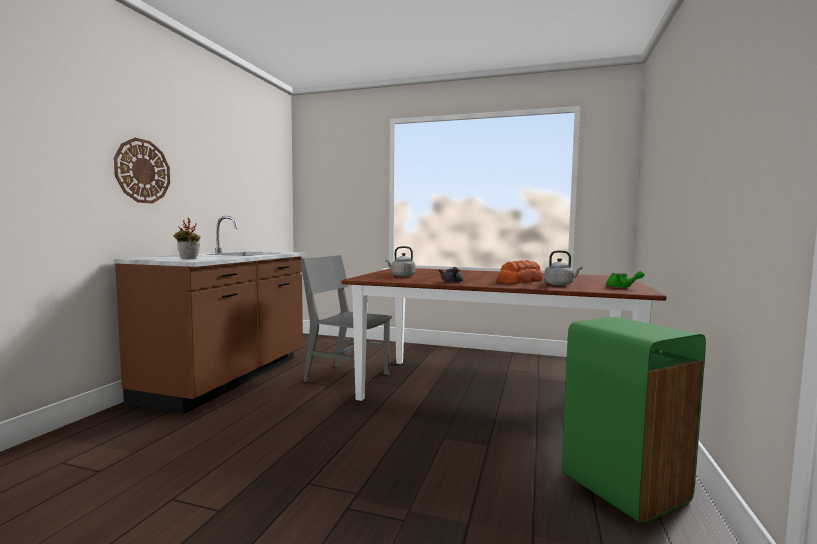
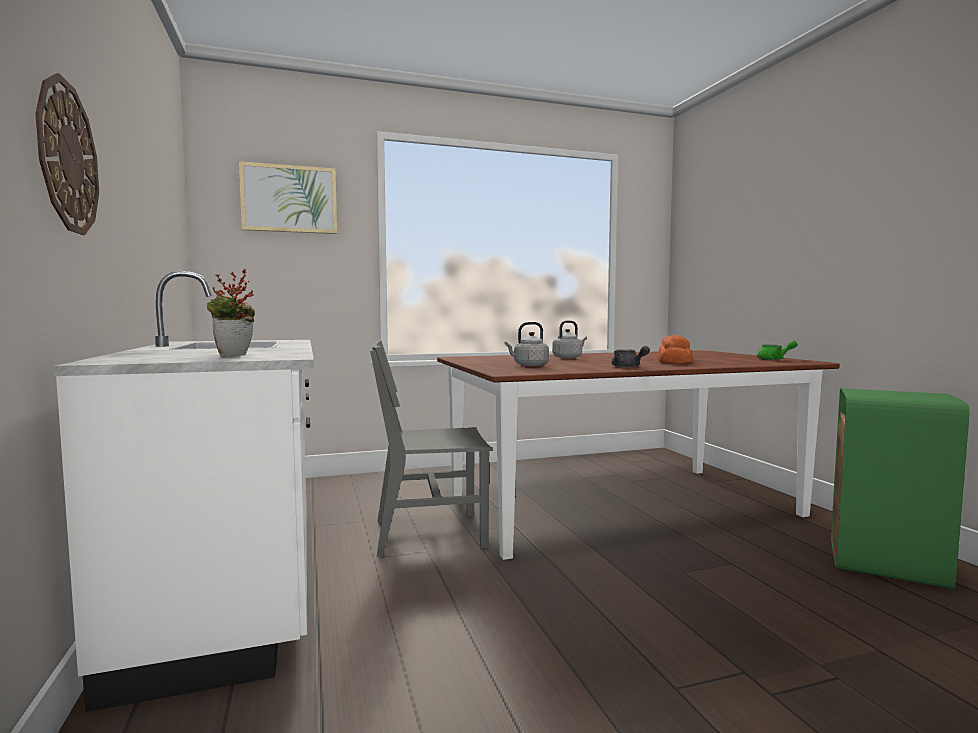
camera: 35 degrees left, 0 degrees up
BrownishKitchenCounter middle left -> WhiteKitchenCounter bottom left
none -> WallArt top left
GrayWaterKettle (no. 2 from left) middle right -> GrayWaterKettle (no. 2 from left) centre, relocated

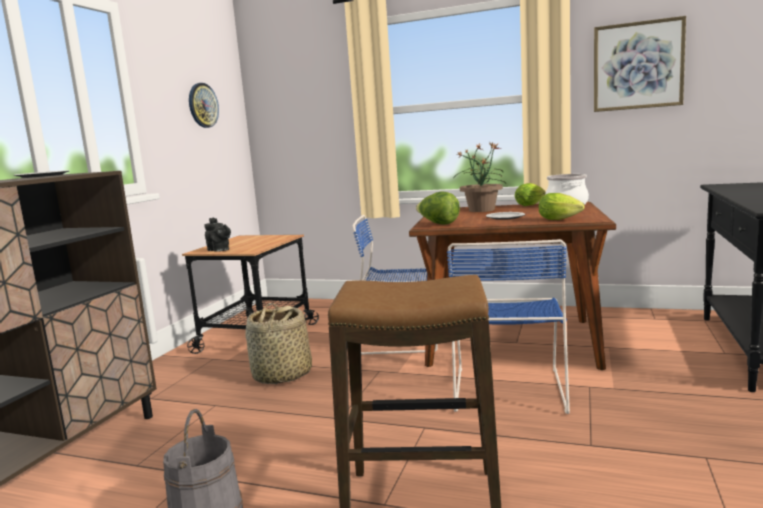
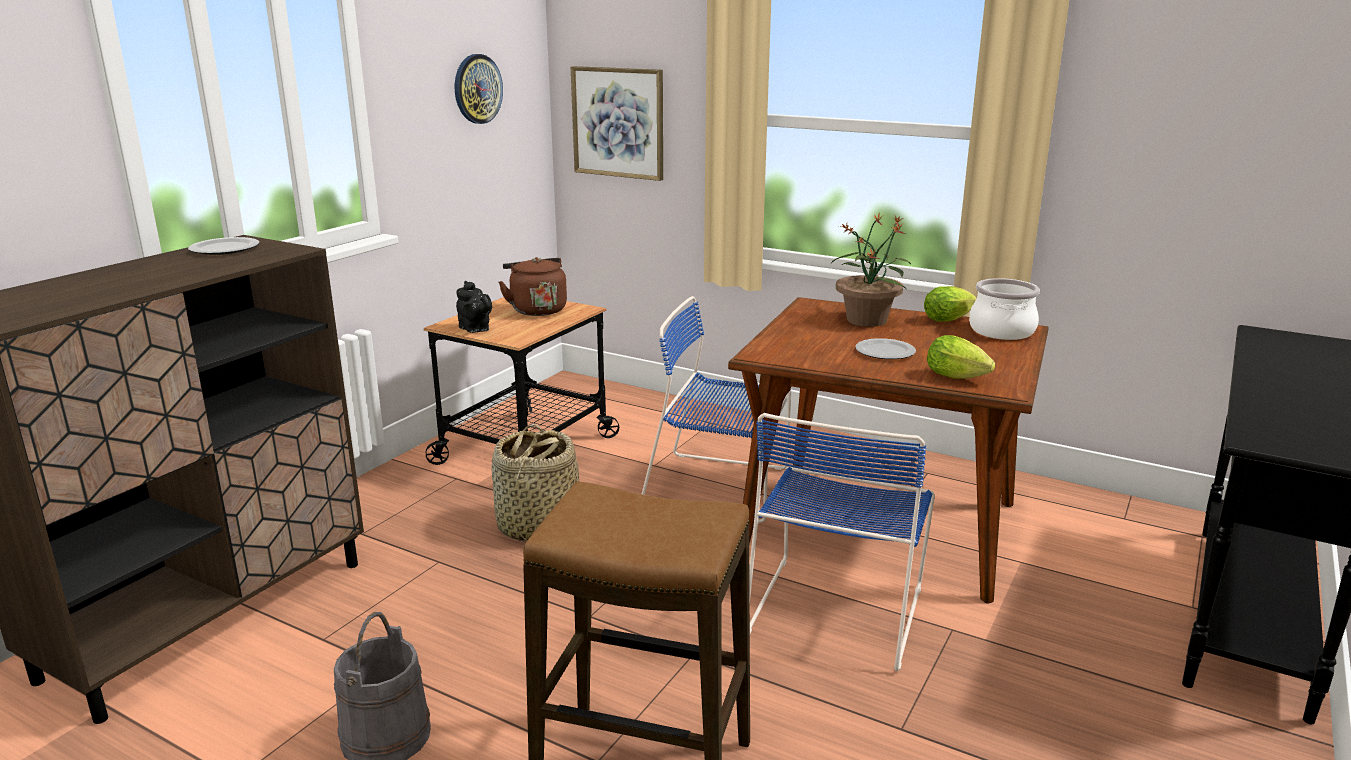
camera: 10 degrees right, 10 degrees up
none -> BrownishWaterKettle centre
WallArt top right -> WallArt top centre, relocated
LettuceHead (no. 1 from left) centre -> none

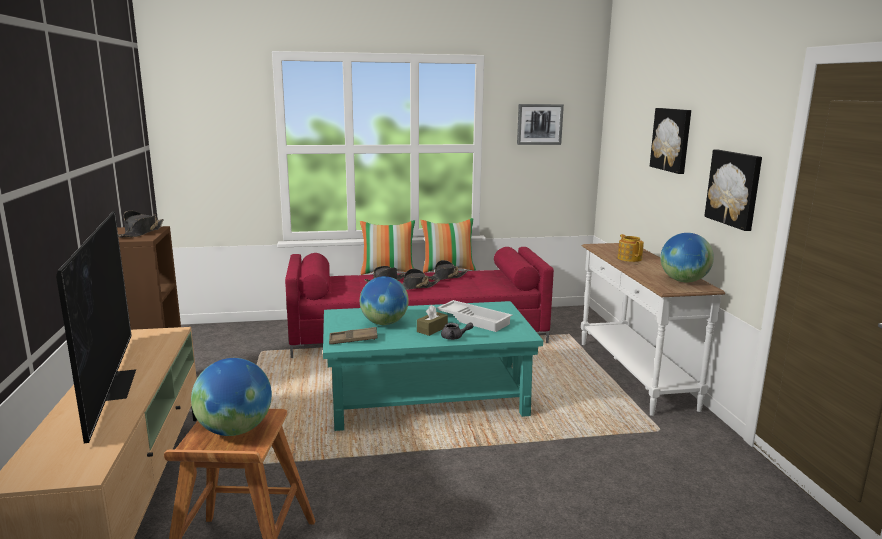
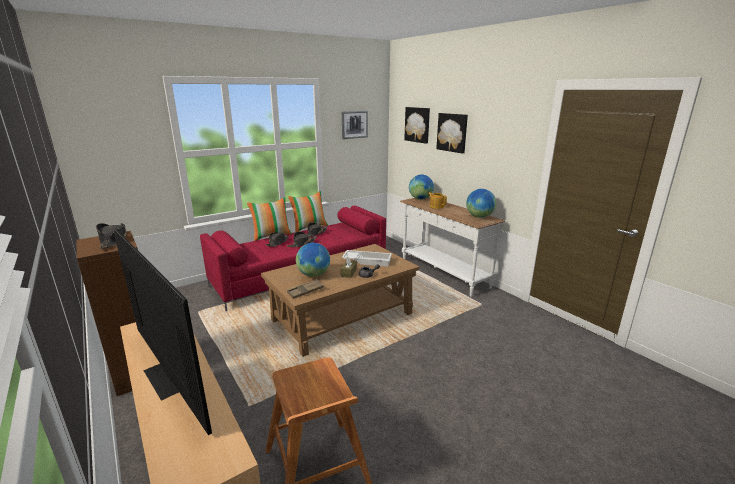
camera: 25 degrees left, 5 degrees up
TurquoiseColouredCoffeeTable bottom centre -> BrownishCoffeeTable centre
WallArt (no. 3 from left in the first image) middle right -> WallArt (no. 2 from left) top centre, relocated
Globe (no. 1 from left in the first image) bottom left -> Globe (no. 2 from left) centre, relocated

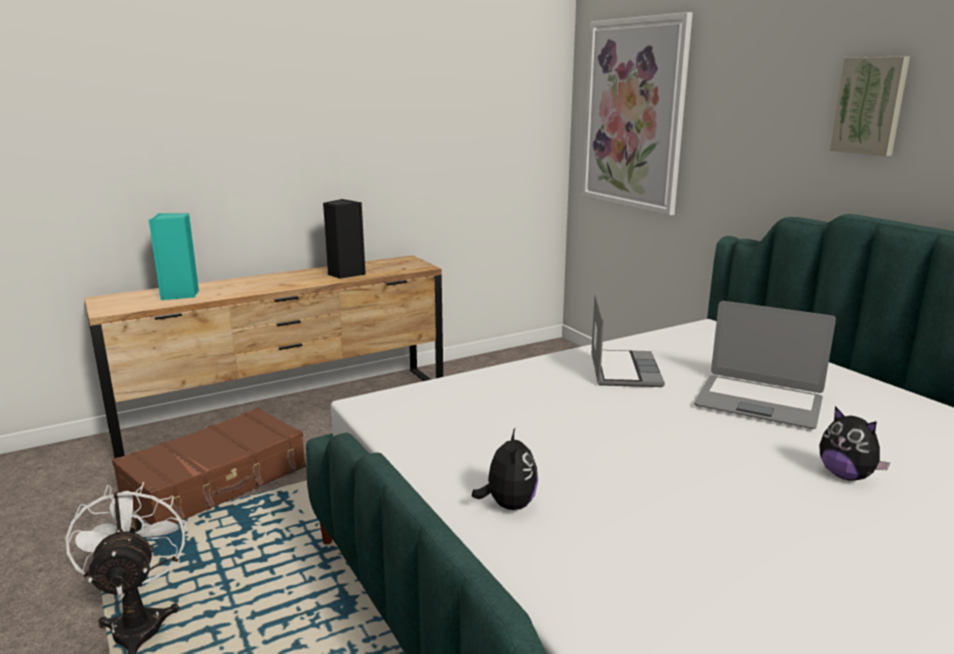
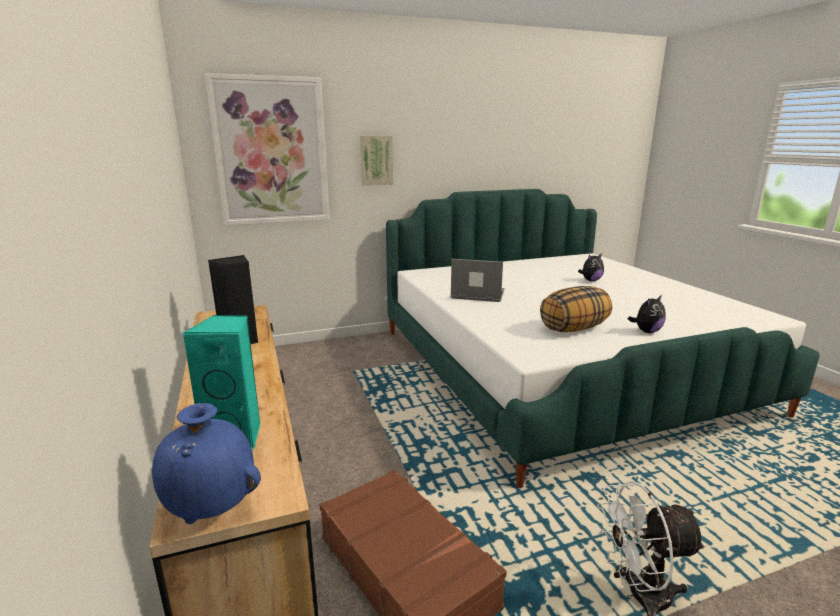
camera: 80 degrees left, 0 degrees up
none -> BlueColouredFlowerVase bottom left
WallArt (no. 2 from left) top right -> WallArt (no. 2 from left) top centre, relocated
none -> Cushion middle right
CuddlyToy (no. 1 from left in the first image) bottom centre -> CuddlyToy (no. 2 from left) middle right, 135 degrees clockwise
NotebookComputer (no. 2 from left) middle right -> none

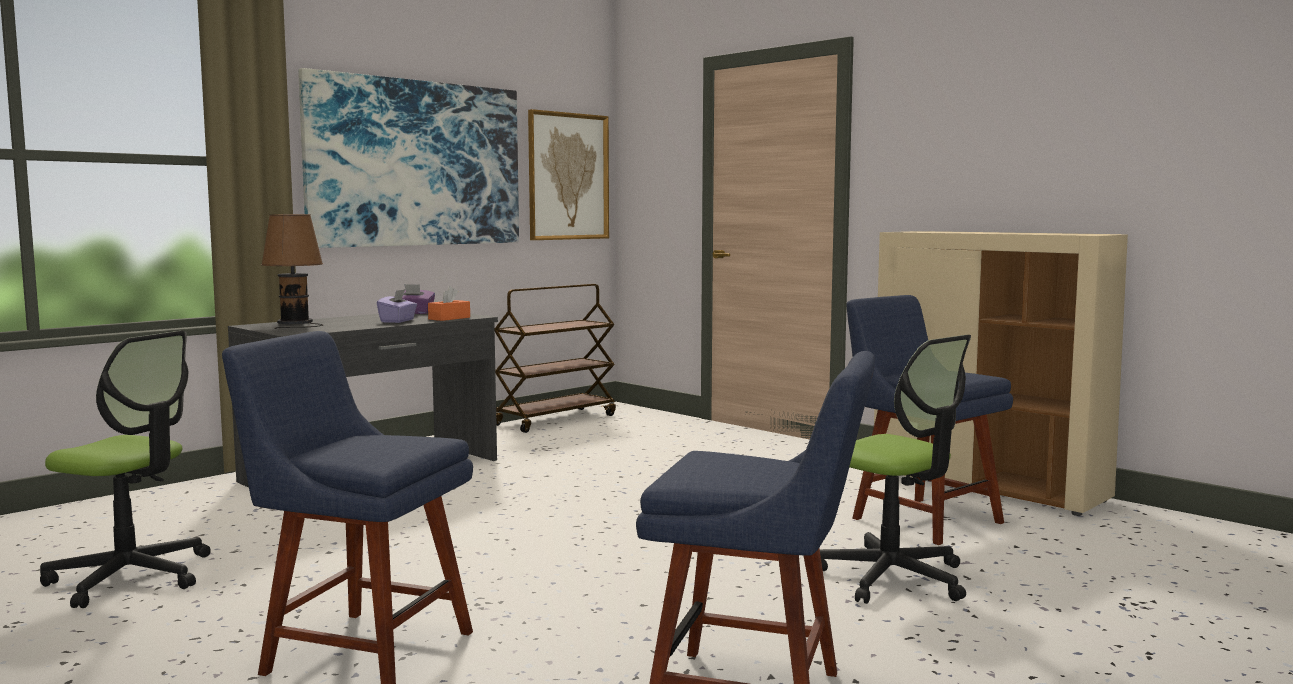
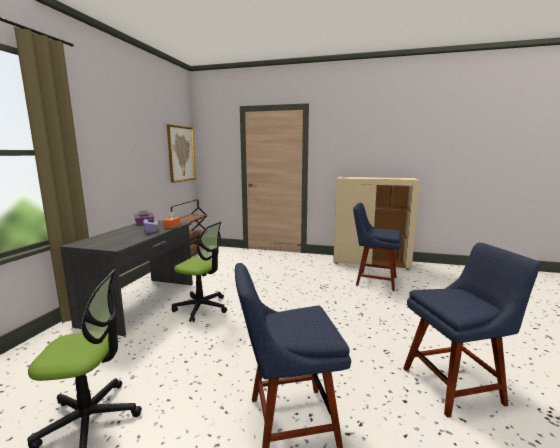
camera: 30 degrees left, 5 degrees up
OfficeChair (no. 2 from left) bottom right -> OfficeChair (no. 2 from left) centre, relocated
BrownishTabletopLamp middle left -> none
WallArt (no. 1 from left) top left -> none

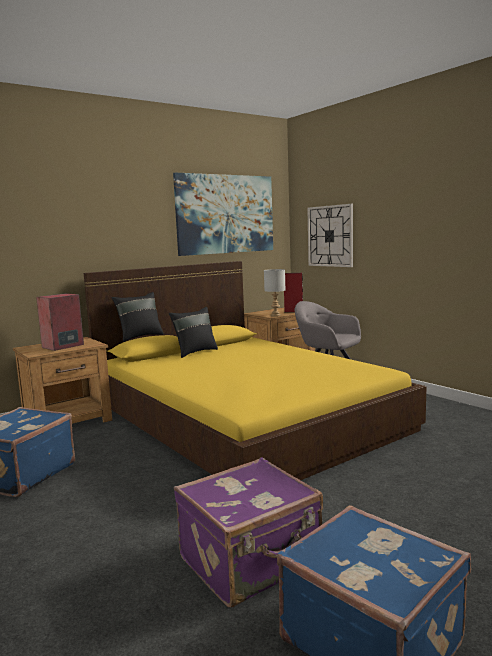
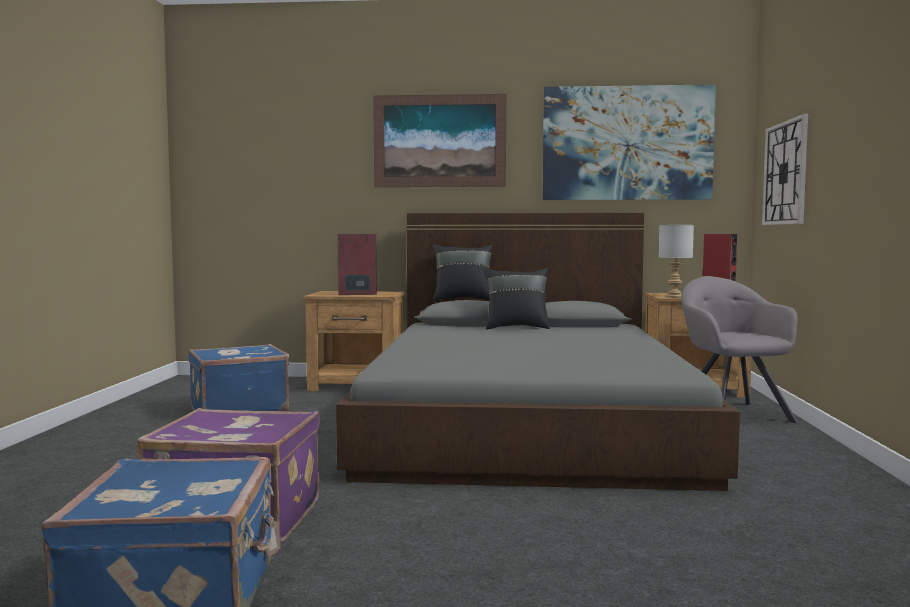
camera: 40 degrees right, 5 degrees down
YellowColouredSleepingBed centre -> GraySleepingBed centre
none -> WallArt (no. 1 from left) top centre

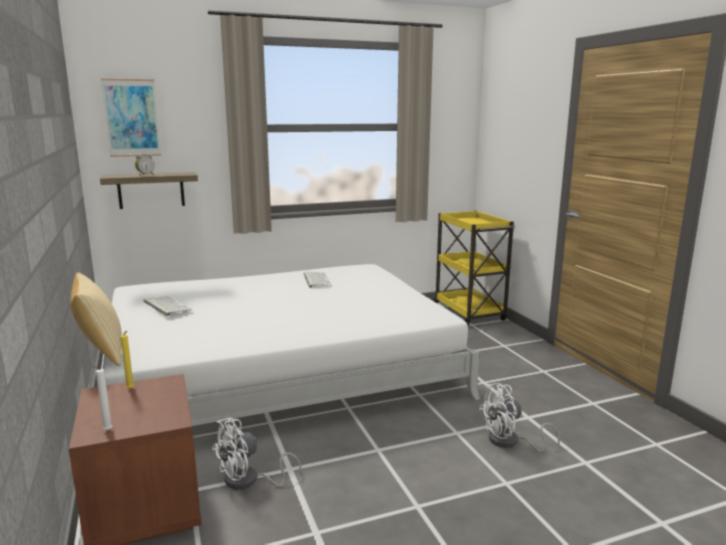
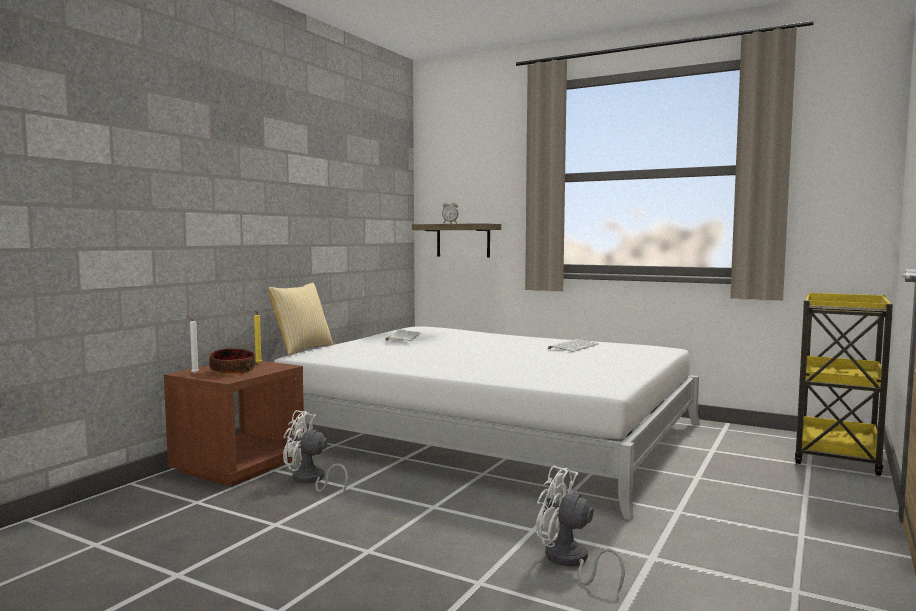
camera: 50 degrees right, 10 degrees down
none -> DeepDish middle left
WallArt top left -> none

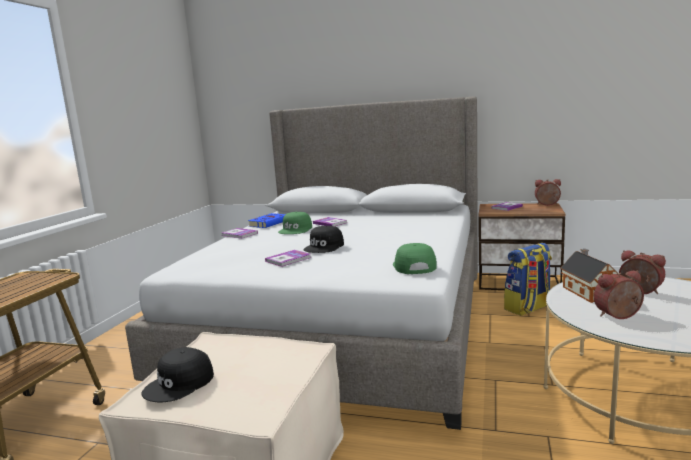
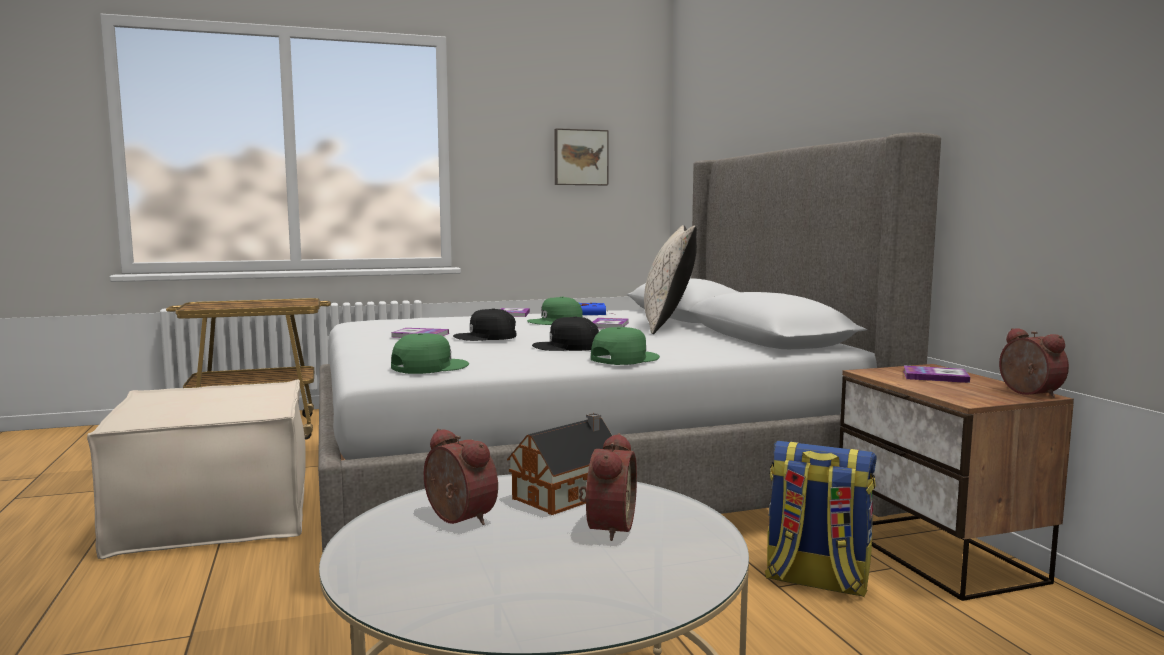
camera: 55 degrees right, 5 degrees down
BlackishCap (no. 1 from left in the first image) bottom left -> BlackishCap (no. 2 from left) centre, relocated
none -> WallArt top centre
none -> GreenishCap (no. 3 from left) centre
none -> SandColouredCushion centre

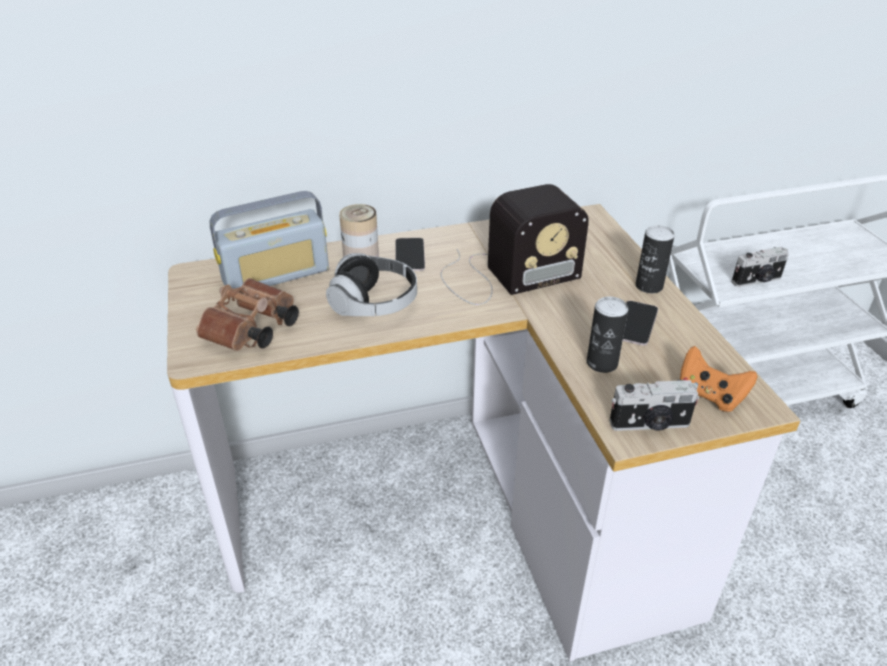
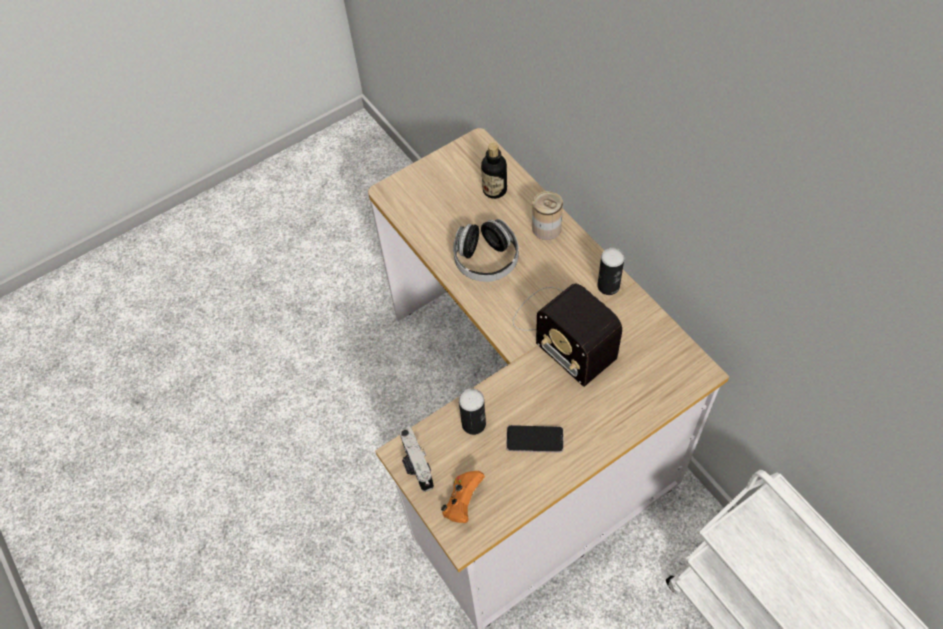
camera: 75 degrees right, 20 degrees up
RadioSet (no. 1 from left) middle left -> Bottle top centre
MetalCan (no. 3 from left) middle right -> MetalCan (no. 3 from left) centre, relocated
BrownishPairOfBinoculars middle left -> none
Telephone (no. 1 from left) centre -> none
StillCamera (no. 2 from left) middle right -> none

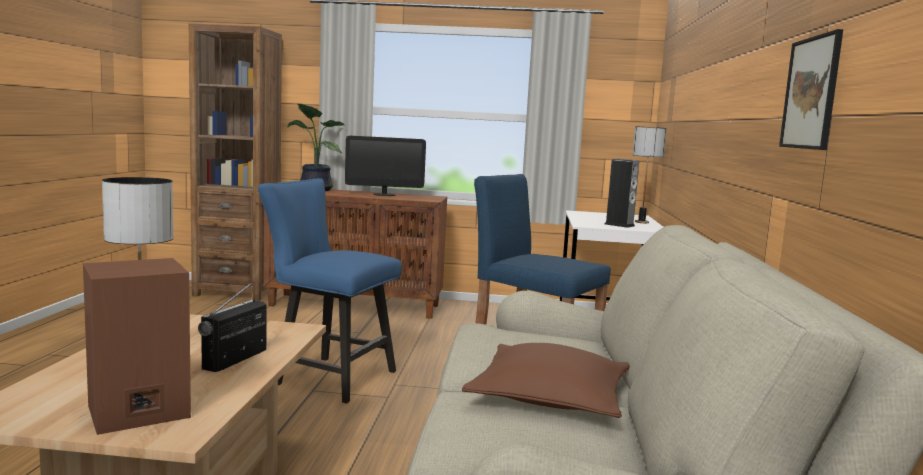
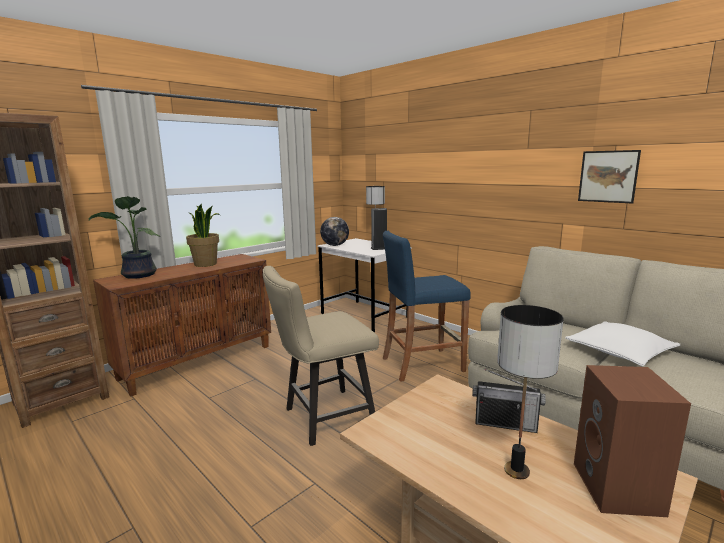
camera: 50 degrees left, 5 degrees up
ComputerDisplay centre -> Houseplant (no. 2 from left) middle left
BlueColouredUprightChair centre -> SandColouredUprightChair centre
none -> Globe centre
RadioSet bottom left -> RadioSet bottom right, 45 degrees counterclockwise
BrownishCushion bottom centre -> WhiteCushion middle right

